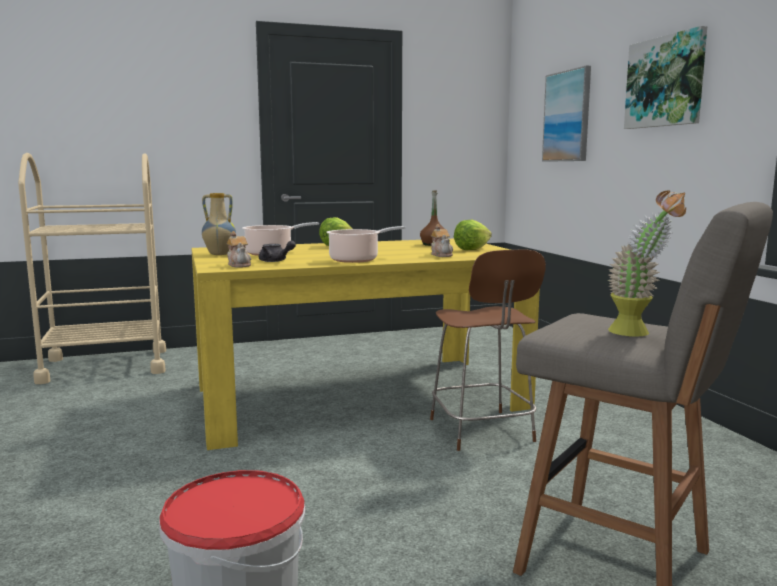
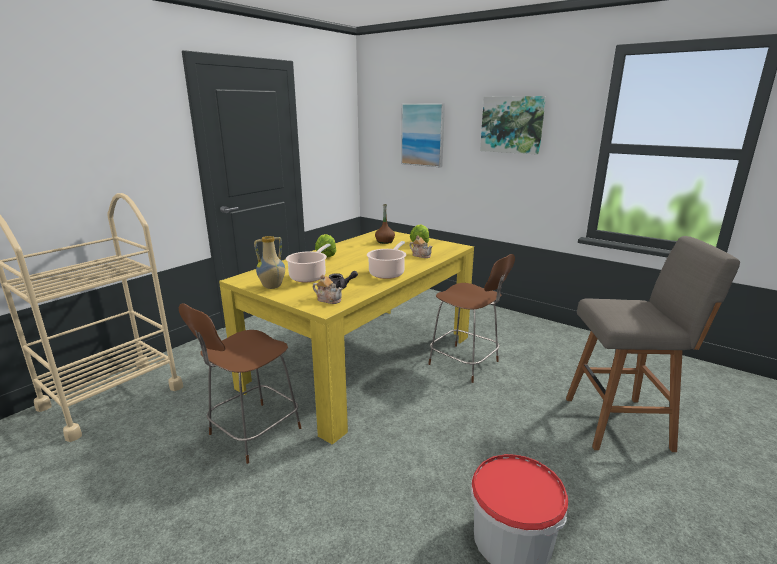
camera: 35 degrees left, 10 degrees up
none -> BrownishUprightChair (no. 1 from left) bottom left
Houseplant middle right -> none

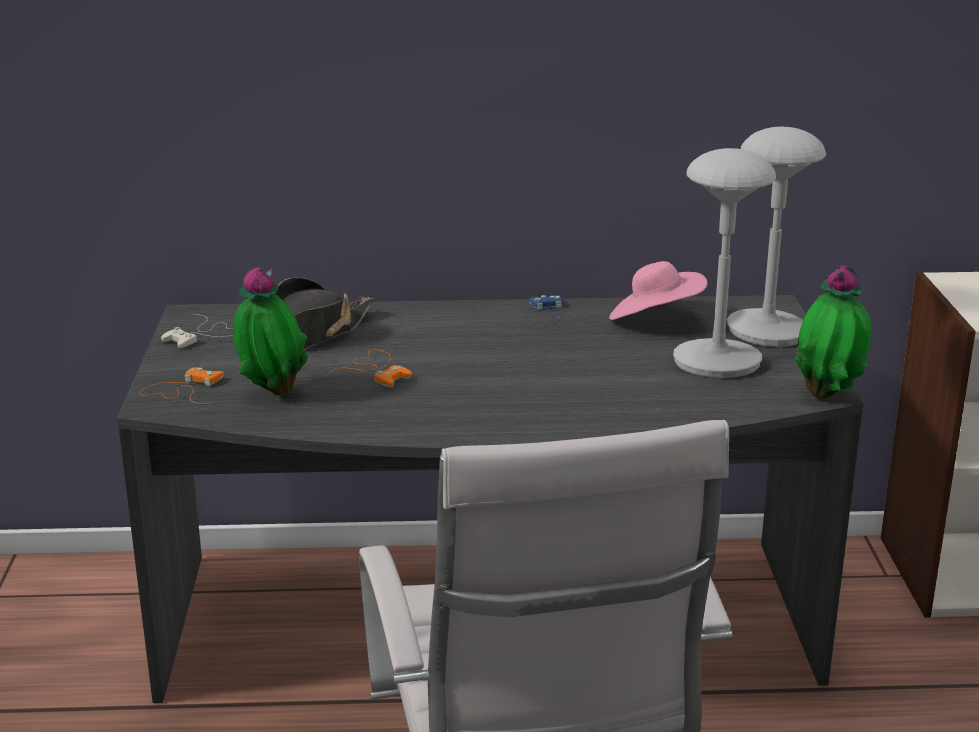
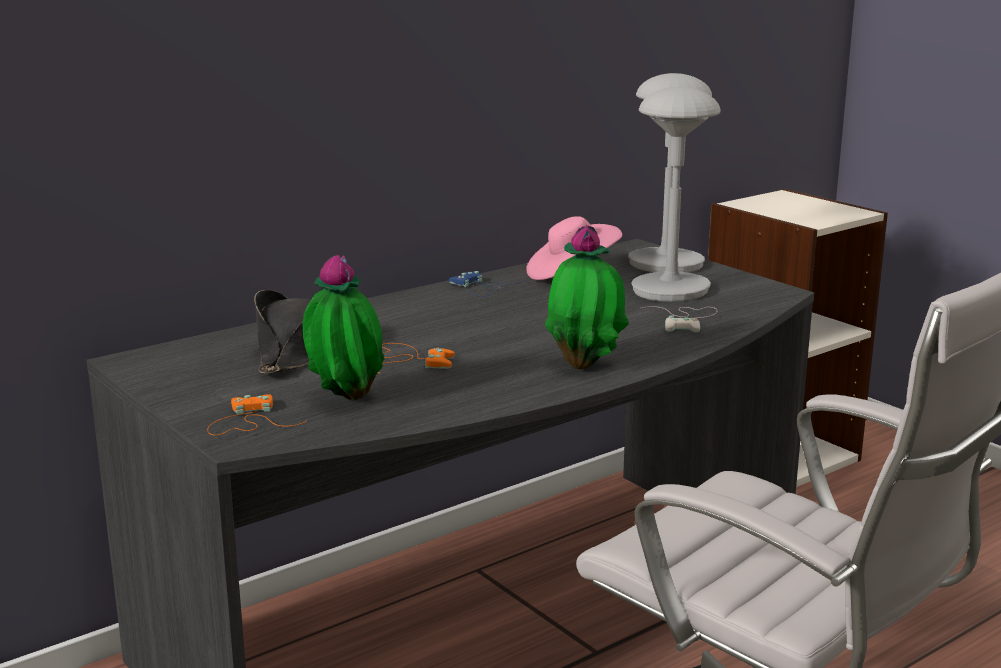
camera: 35 degrees left, 5 degrees down
Houseplant (no. 2 from left) middle right -> Houseplant (no. 2 from left) centre, relocated
WhiteGameController middle left -> WhiteGameController middle right, relocated

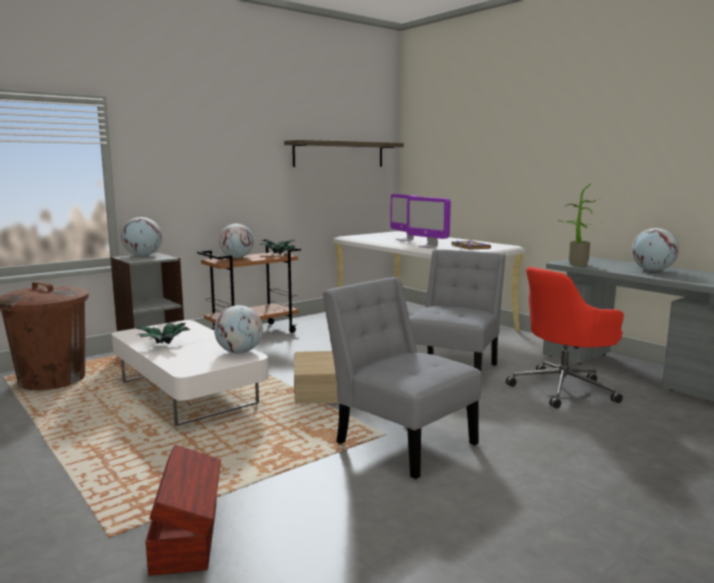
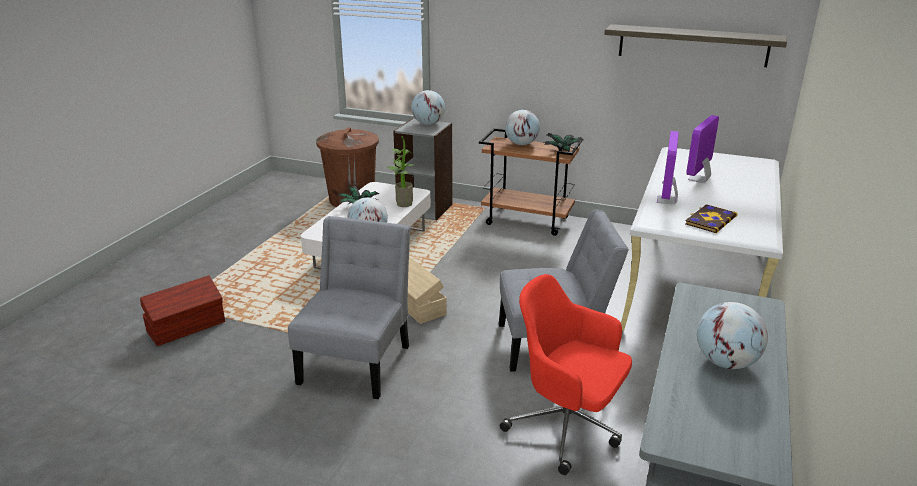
camera: 60 degrees right, 15 degrees up
Houseplant (no. 3 from left in the first image) middle right -> Houseplant (no. 2 from left) centre, relocated

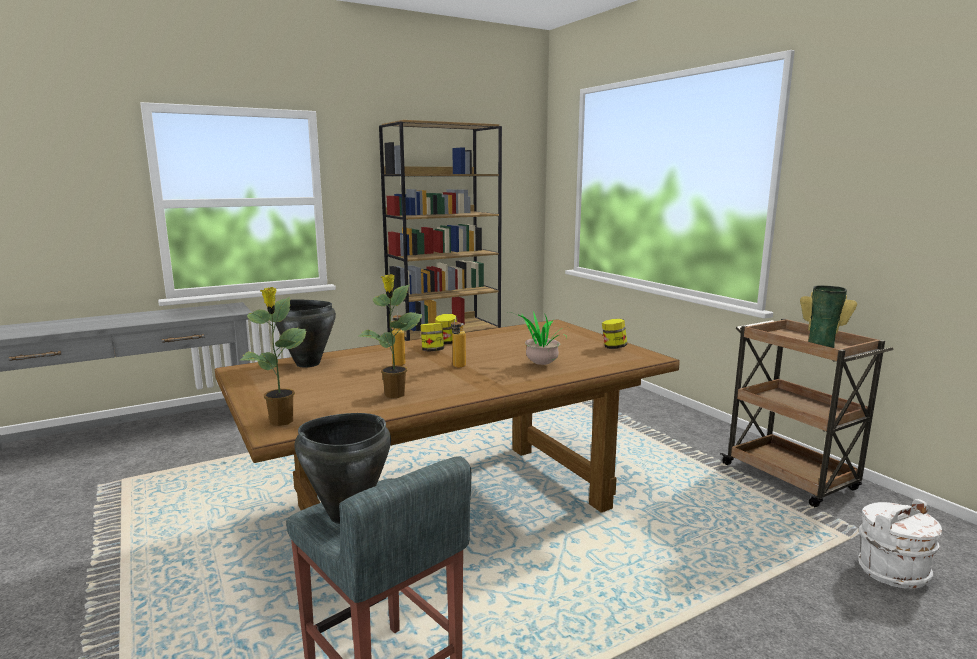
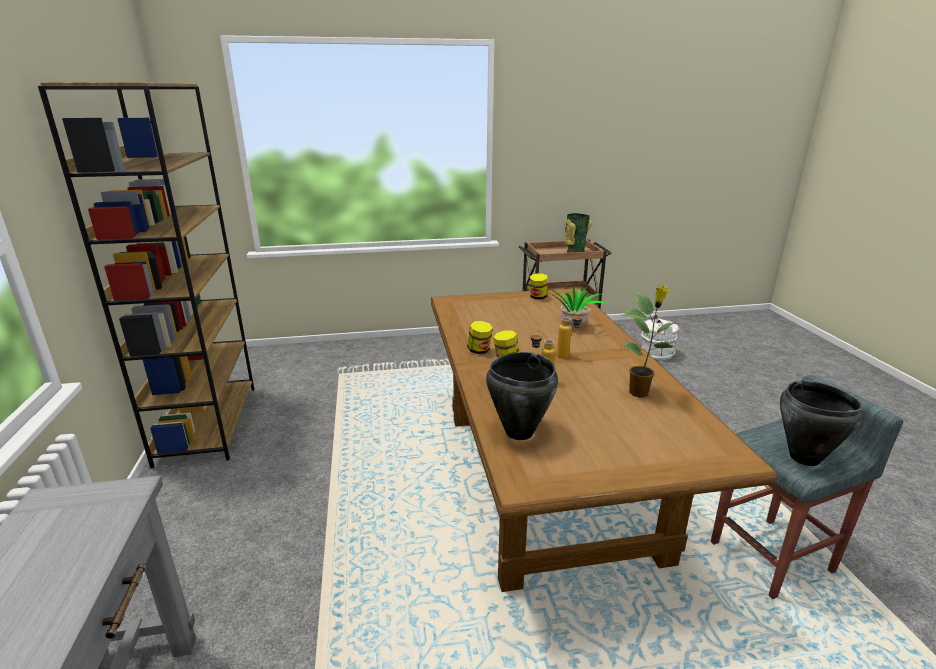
camera: 70 degrees left, 10 degrees up
Houseplant (no. 1 from left) middle left -> none

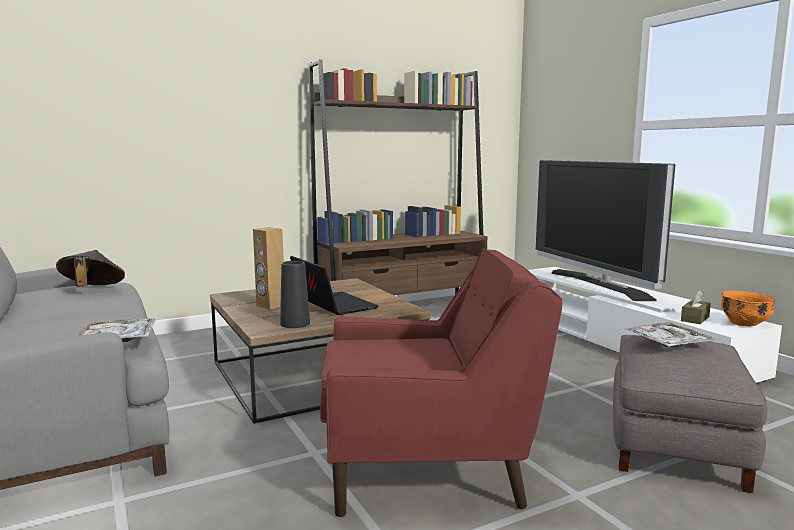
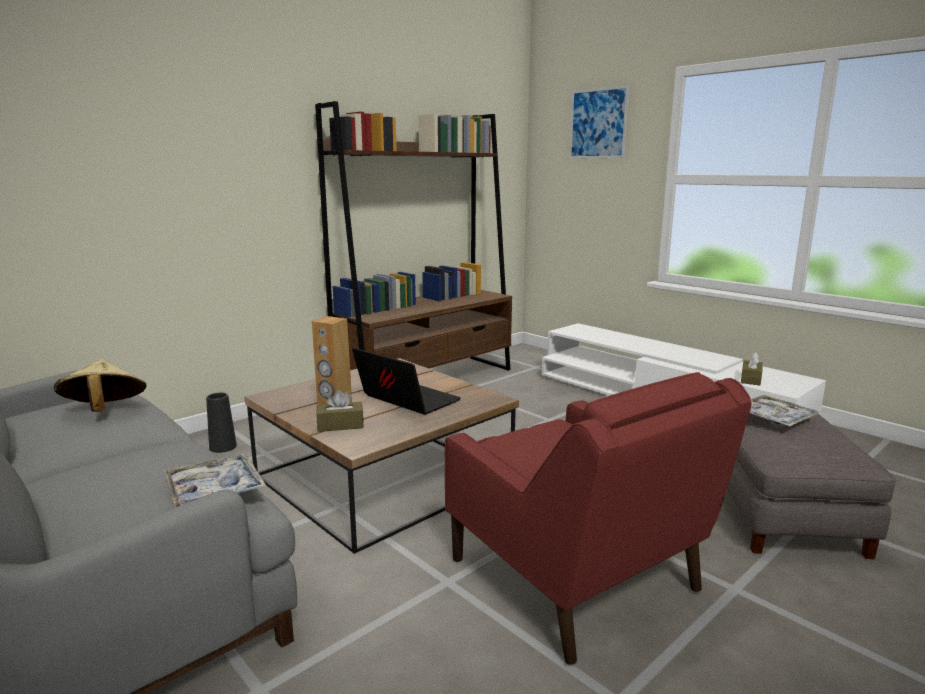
camera: 15 degrees left, 5 degrees up
BlackishHat middle left -> SandColouredHat middle left
BlackishFlowerVase centre -> BlackishFlowerVase middle left, relocated
none -> BrownishTissueHolder (no. 1 from left) centre
RedEasyChair bottom centre, 75 degrees clockwise
none -> WallArt top centre
Tv middle right -> none
OrangeDeepDish middle right -> none

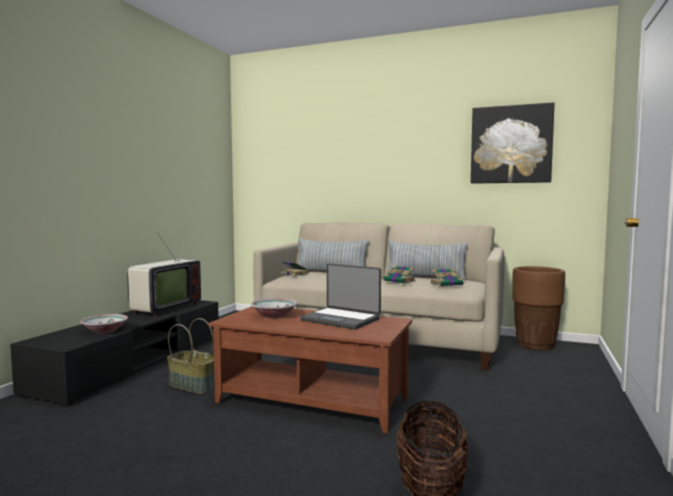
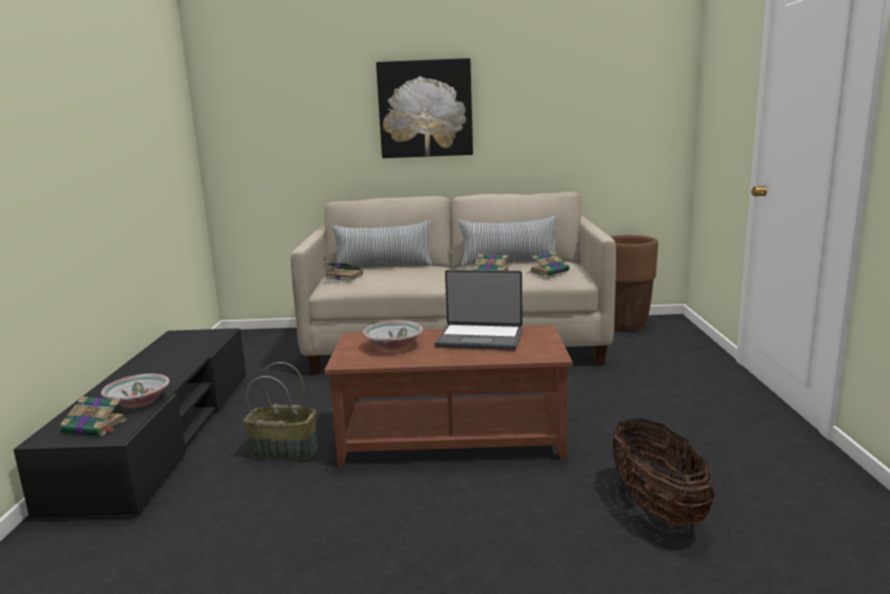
camera: 20 degrees left, 10 degrees up
none -> BoundBook (no. 1 from left) bottom left
WallArt top right -> WallArt top centre, relocated
Tv middle left -> none

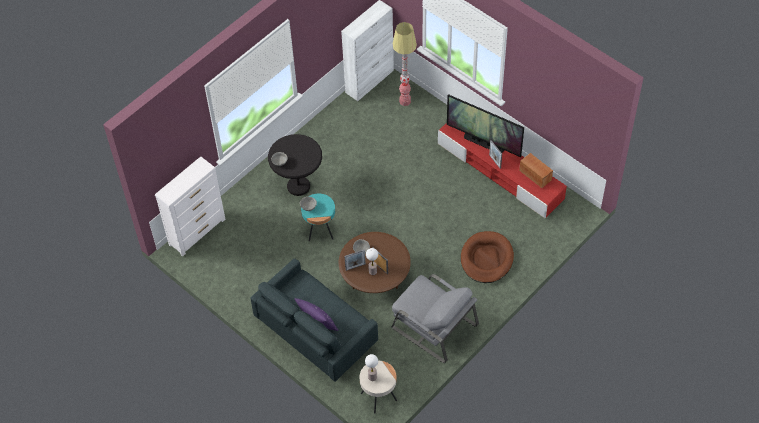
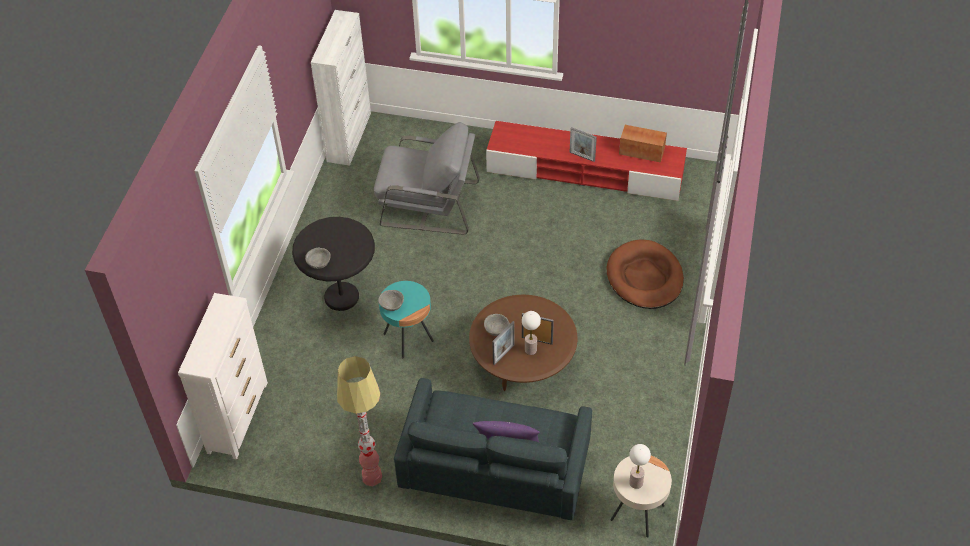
camera: 30 degrees left, 5 degrees down
StandardLamp top centre -> StandardLamp bottom centre, relocated
GrayEasyChair bottom centre -> GrayEasyChair top centre, relocated
Tv top centre -> none

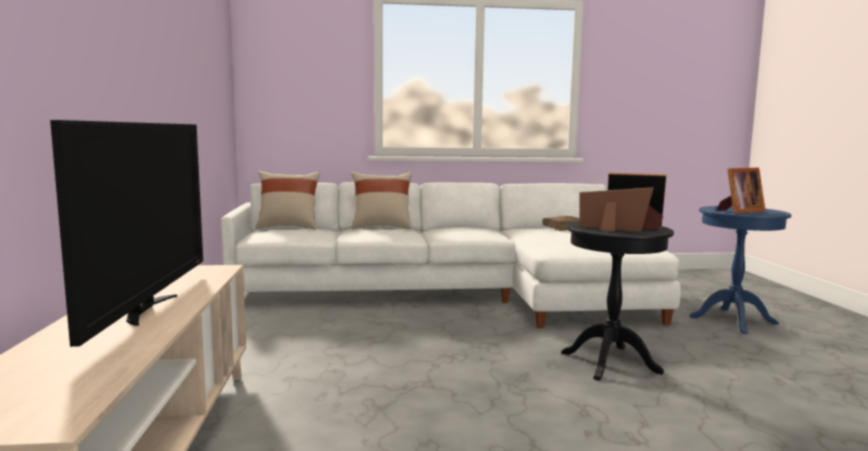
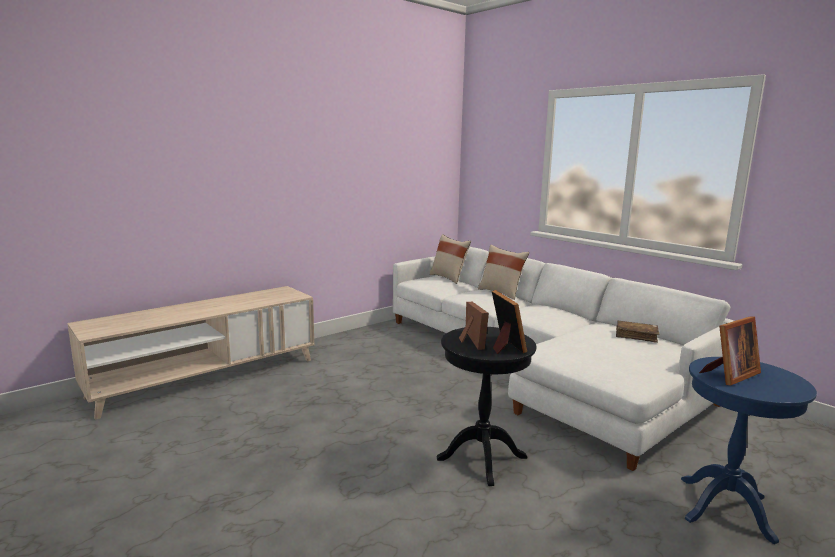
camera: 55 degrees right, 5 degrees up
PhotoFrame (no. 3 from left) middle right, 60 degrees counterclockwise
Tv middle left -> none

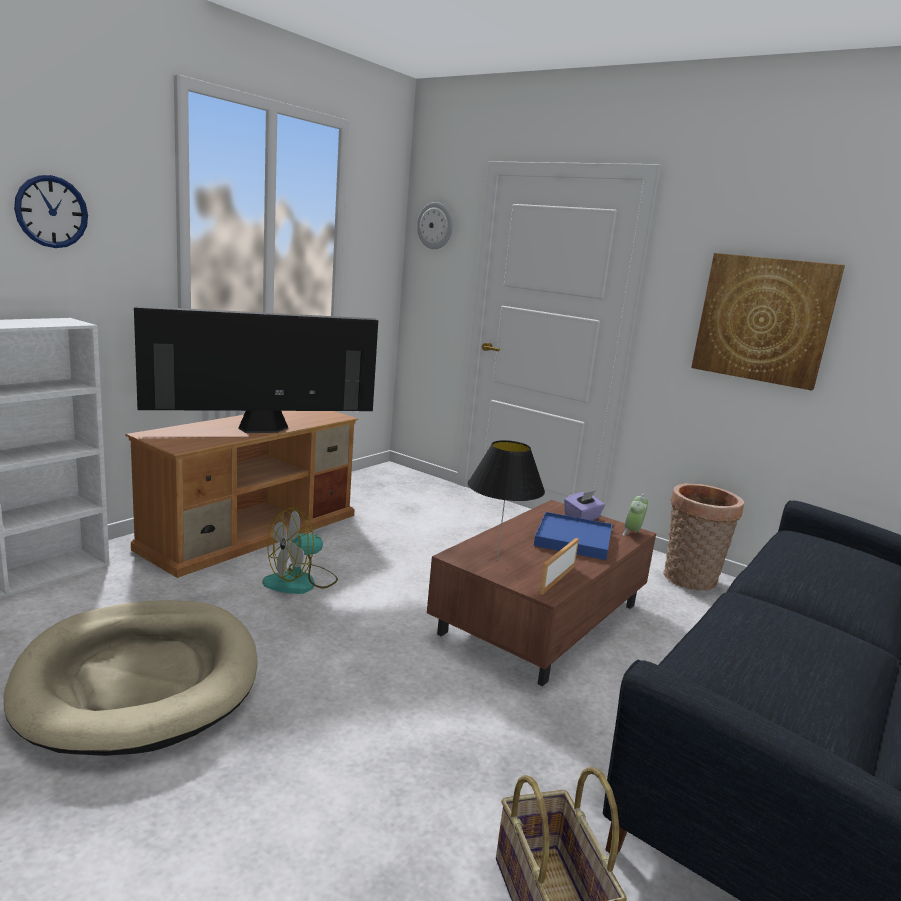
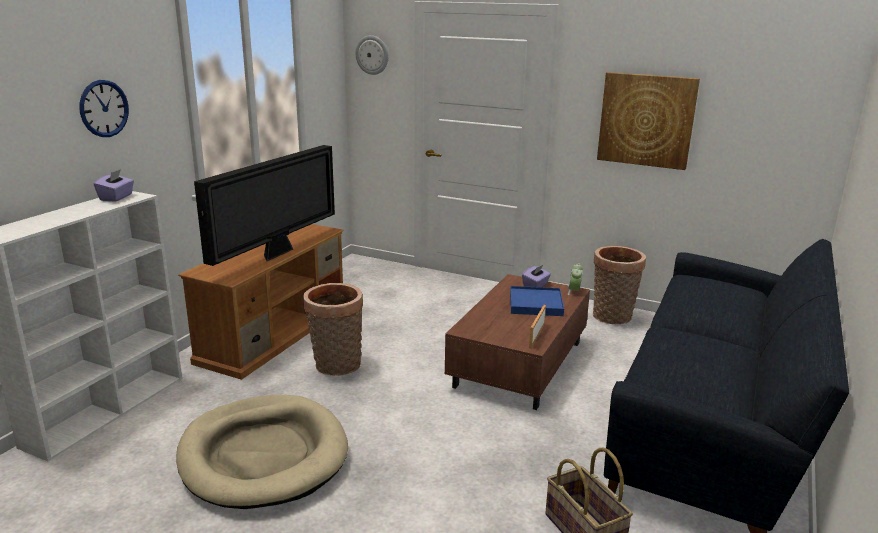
camera: 10 degrees left, 5 degrees up
none -> PurpleColouredTissueHolder (no. 1 from left) middle left
Tv middle left, 150 degrees clockwise
CoolingFan middle left -> StorageBasket (no. 1 from left) centre
BlackishTabletopLamp centre -> none

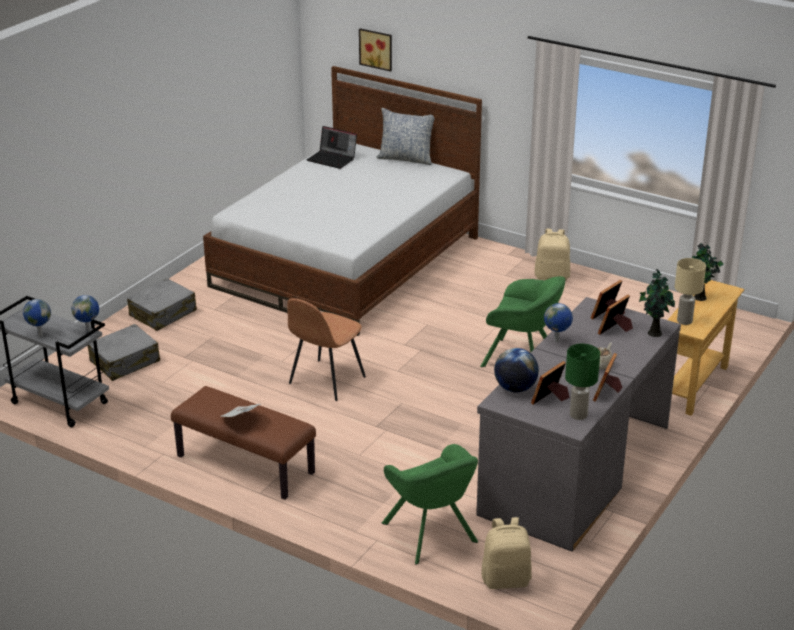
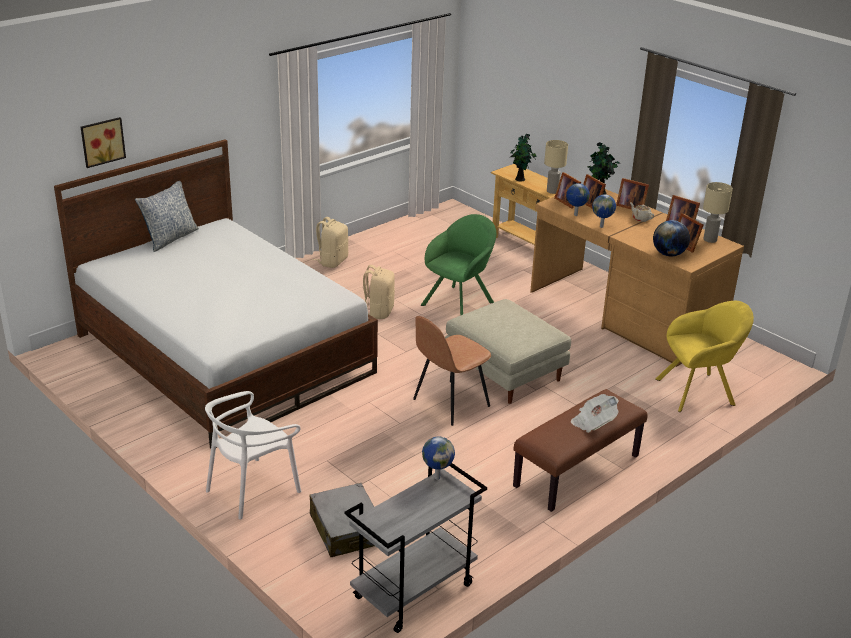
camera: 75 degrees left, 0 degrees up
GrayTravelCase (no. 2 from left) middle left -> WhiteUprightChair bottom left
SandColouredKnapsack (no. 1 from left in the first image) bottom centre -> SandColouredKnapsack (no. 2 from left) centre, relocated
BrownishUprightChair centre, 90 degrees clockwise
none -> SandColouredFootrest centre
GrayDesk bottom right -> BrownishDesk middle right
Globe (no. 1 from left in the first image) middle left -> Globe (no. 2 from left) top right, relocated
none -> PhotoFrame (no. 3 from left) top right
GreenishEasyChair (no. 1 from left) bottom centre -> YellowColouredEasyChair middle right
GreenishTabletopLamp middle right -> SandColouredTabletopLamp (no. 2 from left) top right
NotebookComputer top centre -> none

